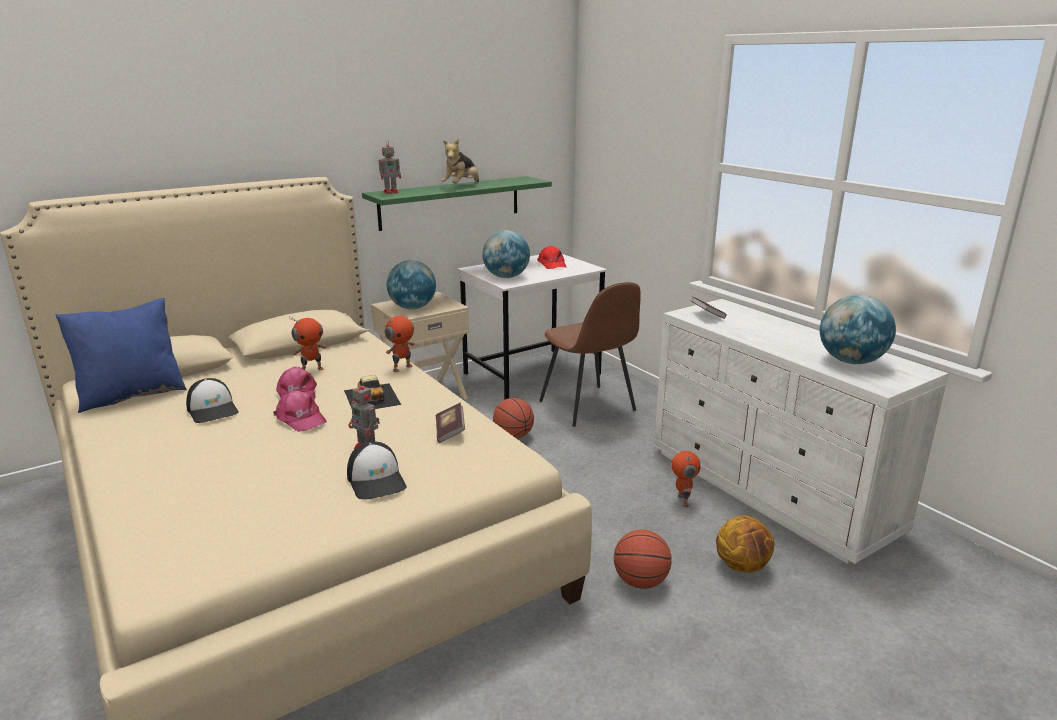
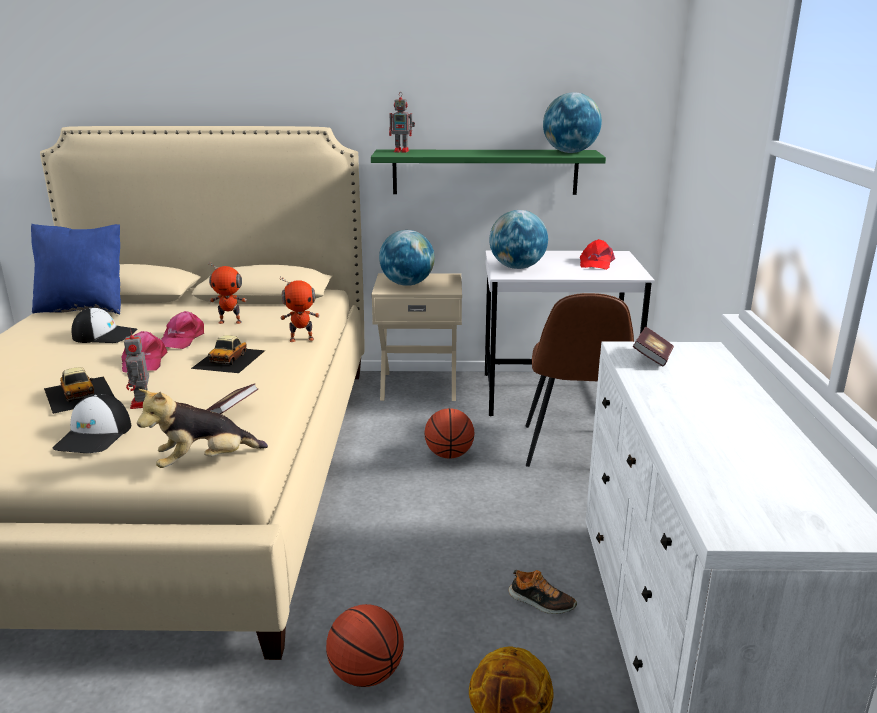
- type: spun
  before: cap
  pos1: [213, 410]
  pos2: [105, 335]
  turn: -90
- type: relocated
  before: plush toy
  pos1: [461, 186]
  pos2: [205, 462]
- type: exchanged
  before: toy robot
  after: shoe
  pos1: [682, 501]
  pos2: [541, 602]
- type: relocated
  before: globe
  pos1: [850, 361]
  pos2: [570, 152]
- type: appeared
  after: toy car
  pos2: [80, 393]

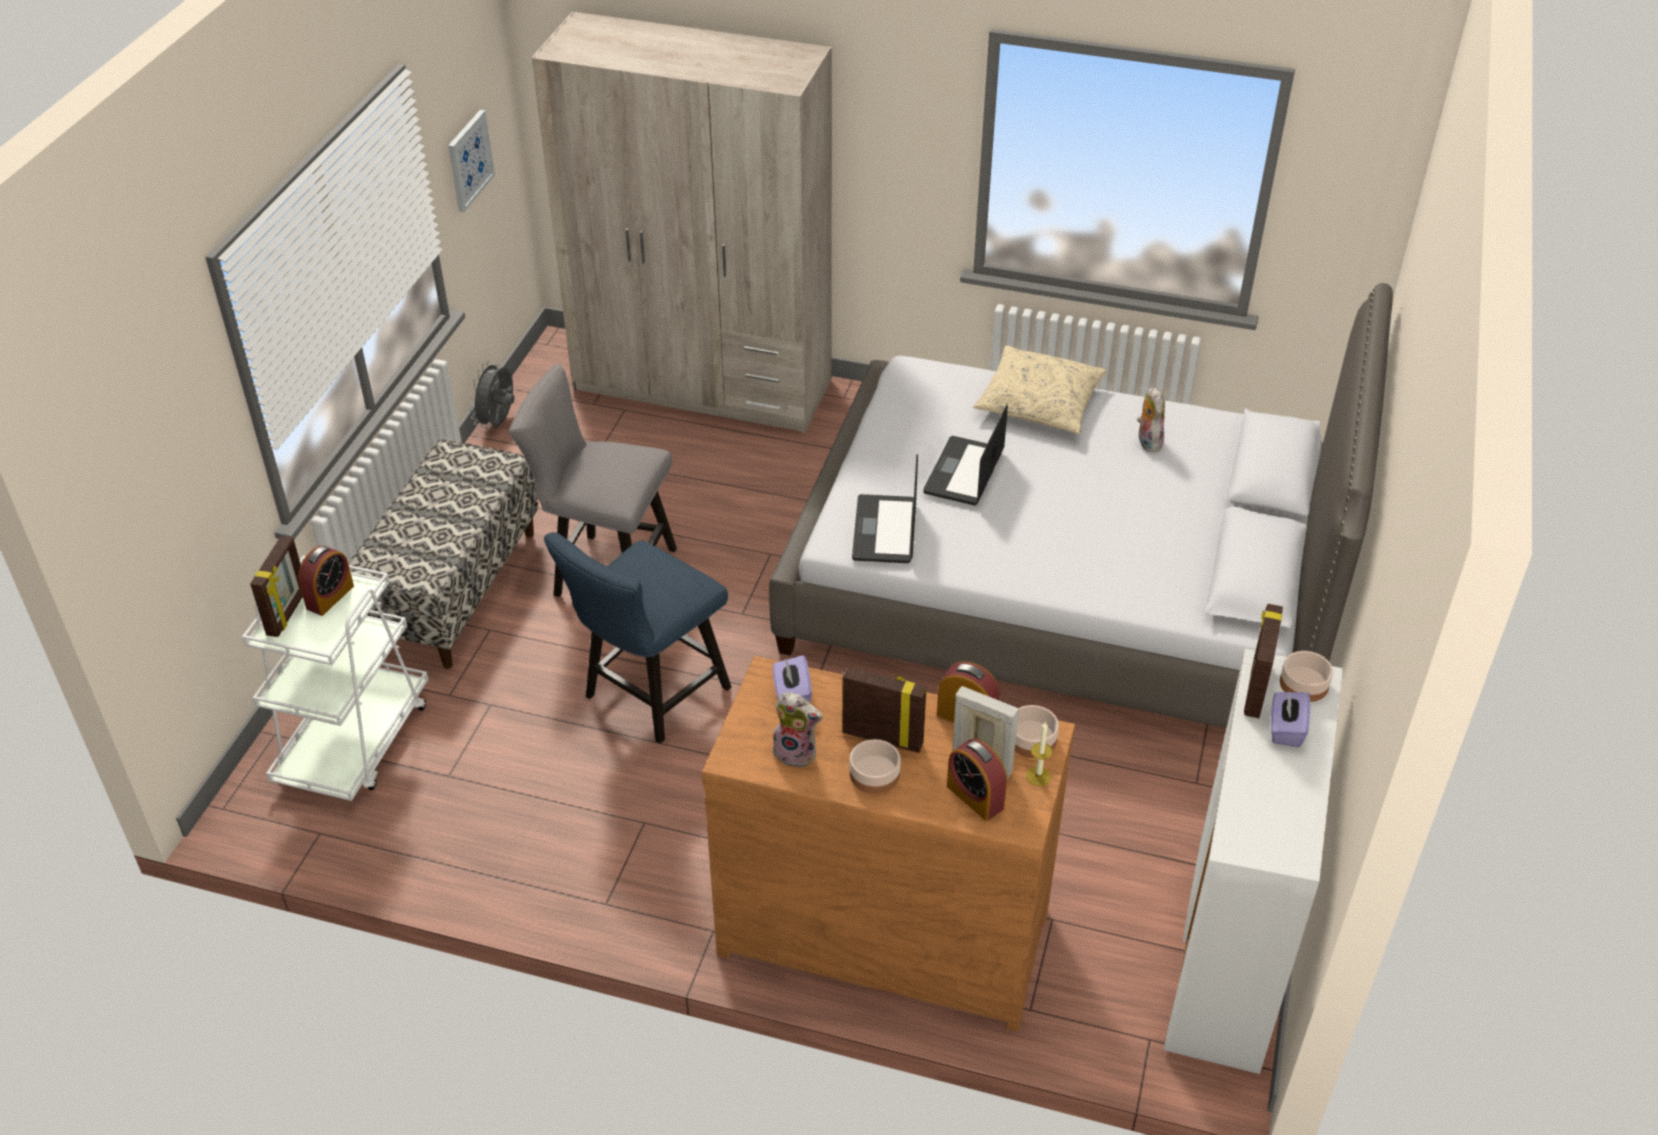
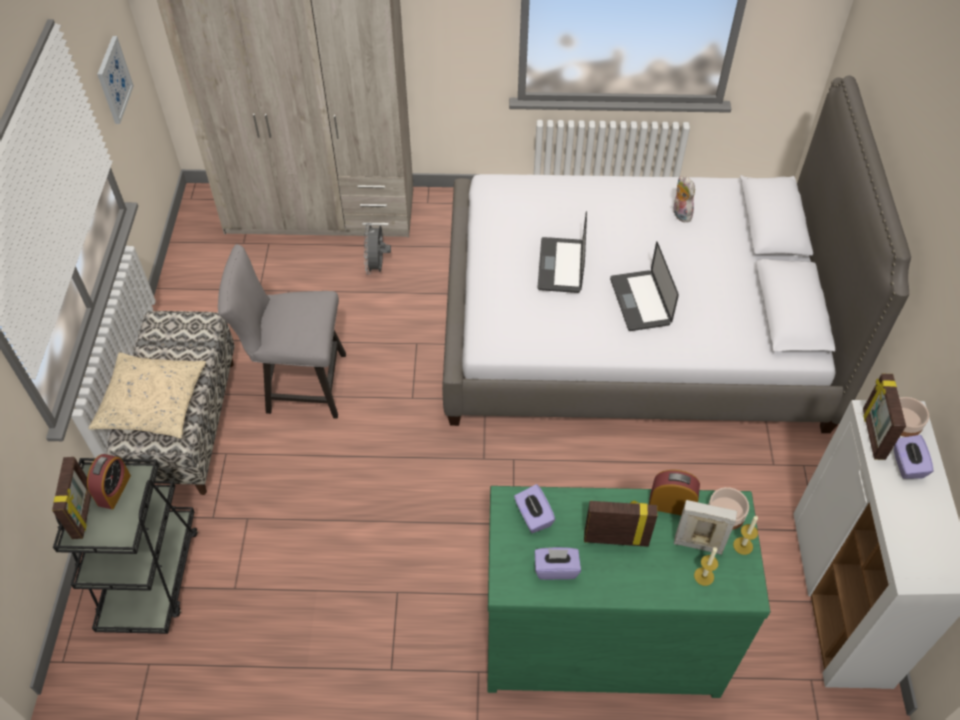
- type: colour
  before: white cart
  after: black cart
  pos1: [354, 741]
  pos2: [150, 575]
- type: relocated
  before: grey fan
  pos1: [498, 422]
  pos2: [377, 266]
- type: missing
  before: blue chair
  pos1: [649, 697]
- type: colour
  before: brown dresser
  after: green dresser
  pos1: [884, 926]
  pos2: [599, 635]
- type: exchanged
  before: plush toy
  after: purple tissue box
  pos1: [797, 752]
  pos2: [556, 569]
- type: missing
  before: bowl
  pos1: [875, 774]
- type: relocated
  before: laptop
  pos1: [884, 530]
  pos2: [640, 301]
- type: exchanged
  before: alarm clock
  after: candle
  pos1: [975, 797]
  pos2: [704, 576]
- type: relocated
  before: beige pillow
  pos1: [1039, 402]
  pos2: [152, 402]

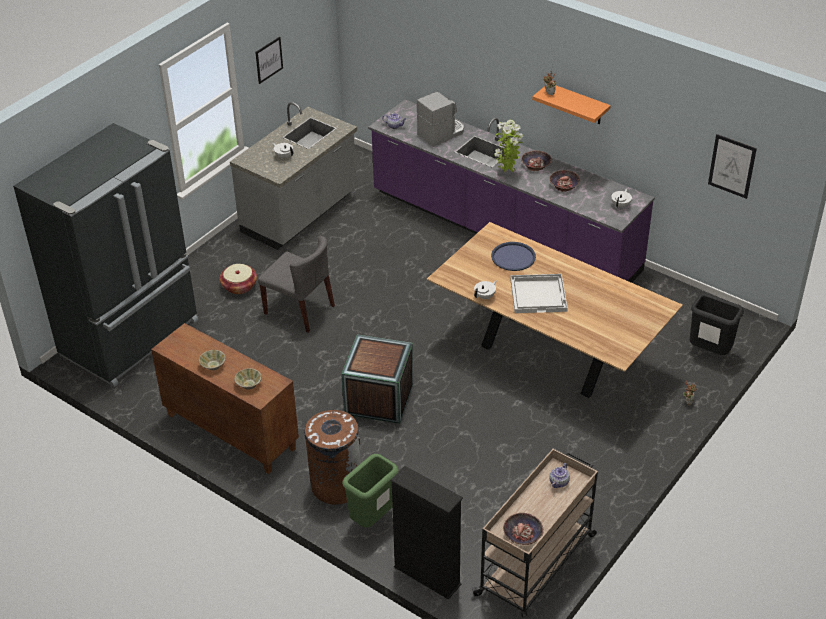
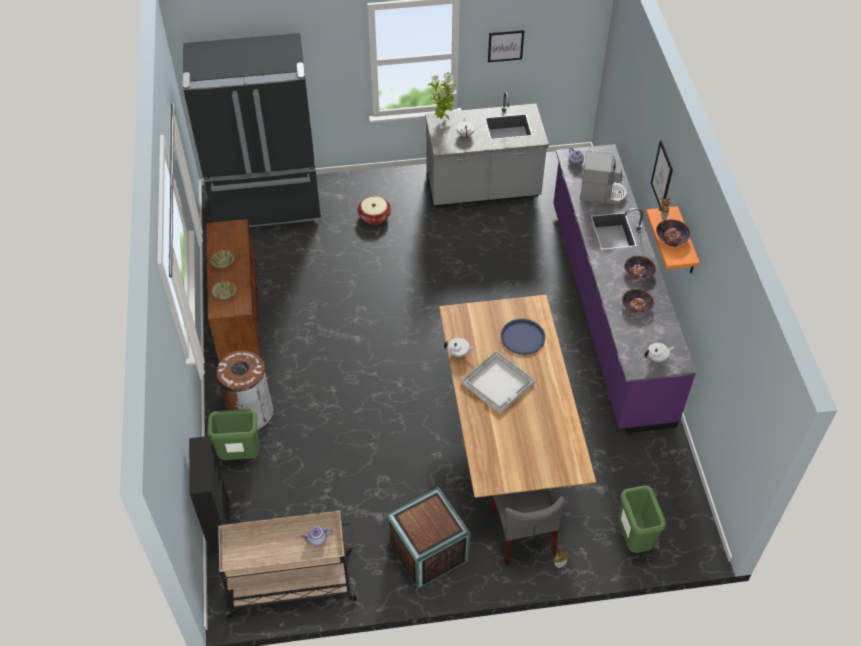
- type: relocated
  before: grey chair
  pos1: [300, 310]
  pos2: [523, 534]
- type: relocated
  before: crate
  pos1: [379, 399]
  pos2: [428, 551]
- type: relocated
  before: potted plant
  pos1: [506, 174]
  pos2: [443, 119]
- type: relocated
  before: bowl
  pos1: [523, 534]
  pos2: [672, 237]
- type: colour
  before: black trash can
  after: green trash can
  pos1: [709, 352]
  pos2: [633, 539]
- type: relocated
  before: picture
  pos1: [732, 166]
  pos2: [662, 176]

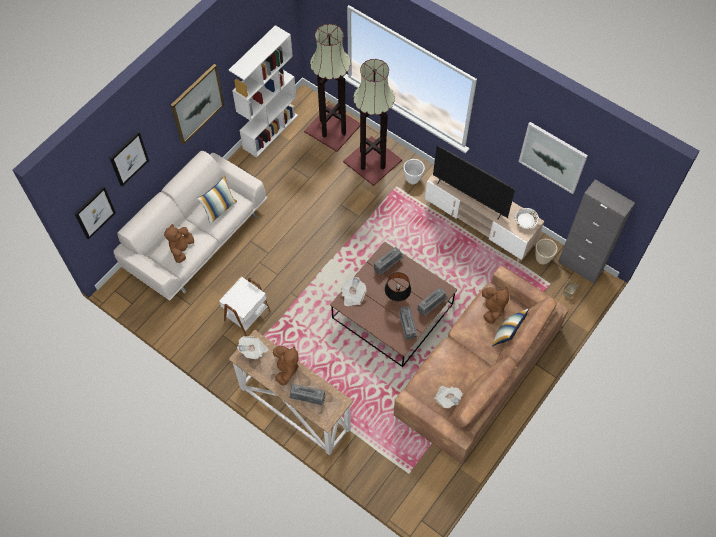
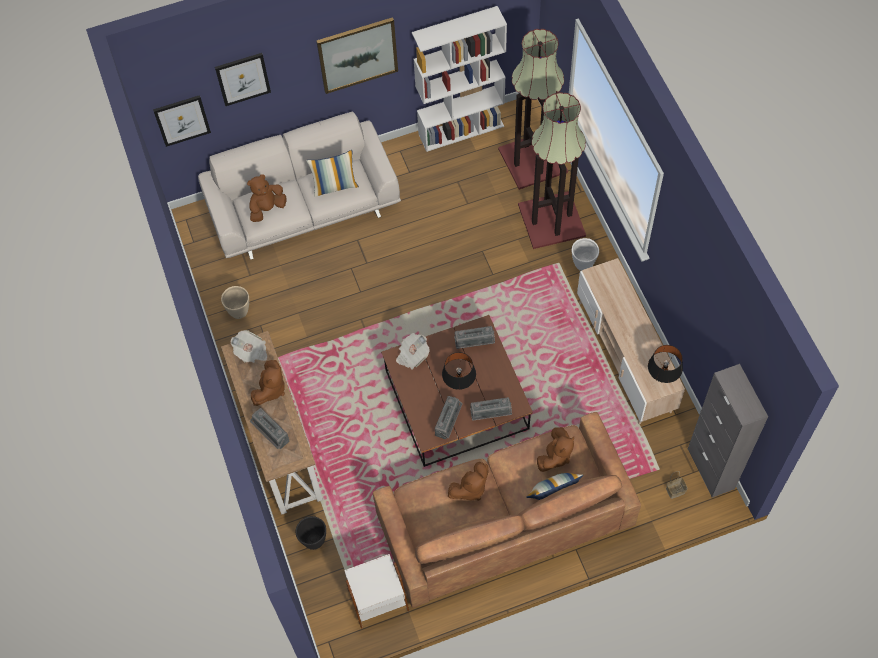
- type: relocated
  before: white side table
  pos1: [246, 315]
  pos2: [377, 599]
- type: missing
  before: television
  pos1: [470, 198]
- type: missing
  before: newspaper
  pos1: [447, 398]
- type: exchanged
  before: white bowl
  after: black table lamp
  pos1: [525, 221]
  pos2: [662, 377]
- type: missing
  before: picture
  pos1: [552, 157]
- type: relocated
  before: beige planter
  pos1: [542, 259]
  pos2: [239, 312]
- type: appeared
  after: black planter
  pos2: [314, 541]
- type: appeared
  after: brown plush toy
  pos2: [470, 489]

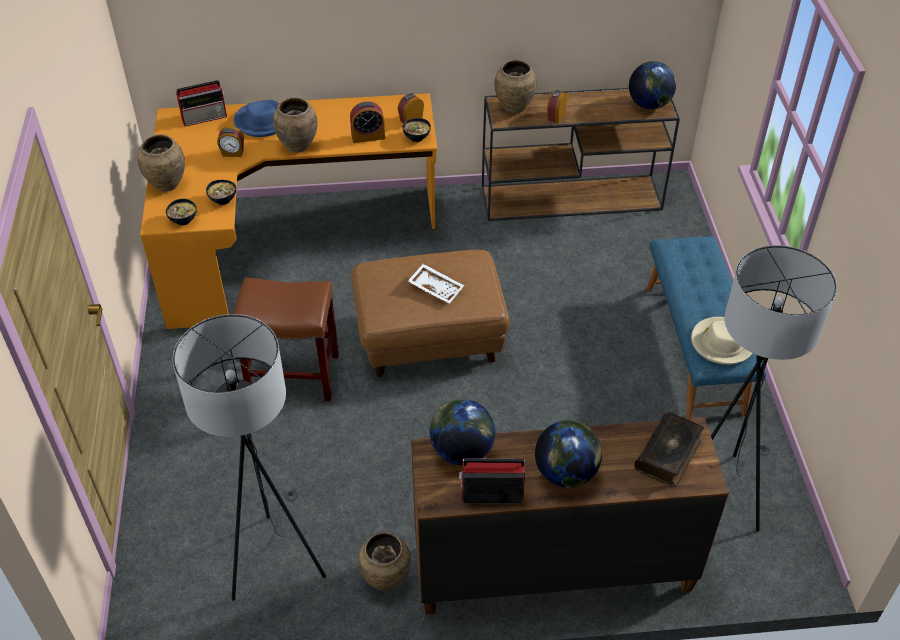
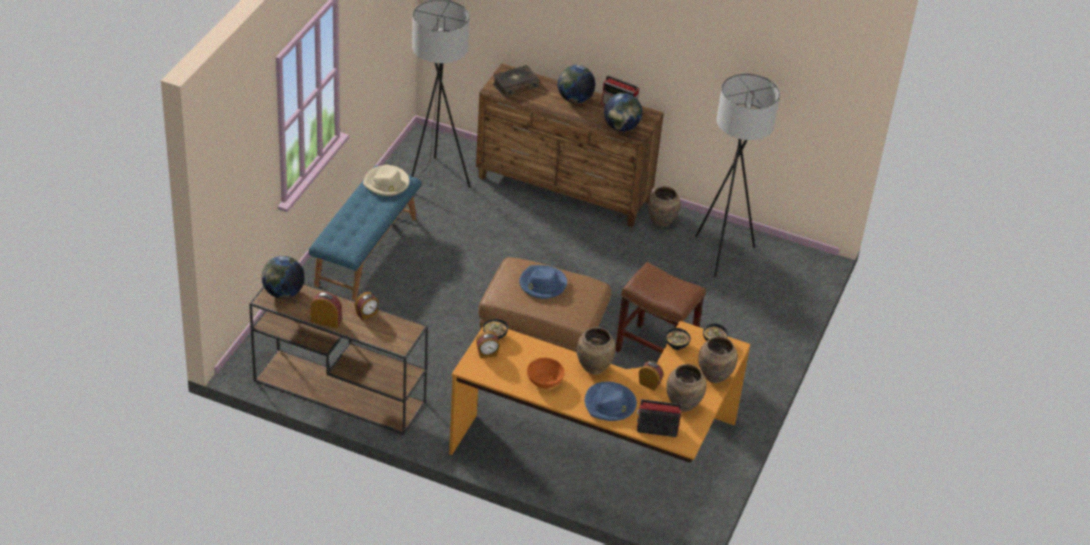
- type: relocated
  before: alarm clock
  pos1: [368, 136]
  pos2: [326, 321]
- type: exchanged
  before: white tray
  after: blue hat
  pos1: [436, 288]
  pos2: [542, 284]
- type: relocated
  before: brown vase
  pos1: [513, 107]
  pos2: [683, 405]
- type: appeared
  after: orange bowl
  pos2: [544, 381]

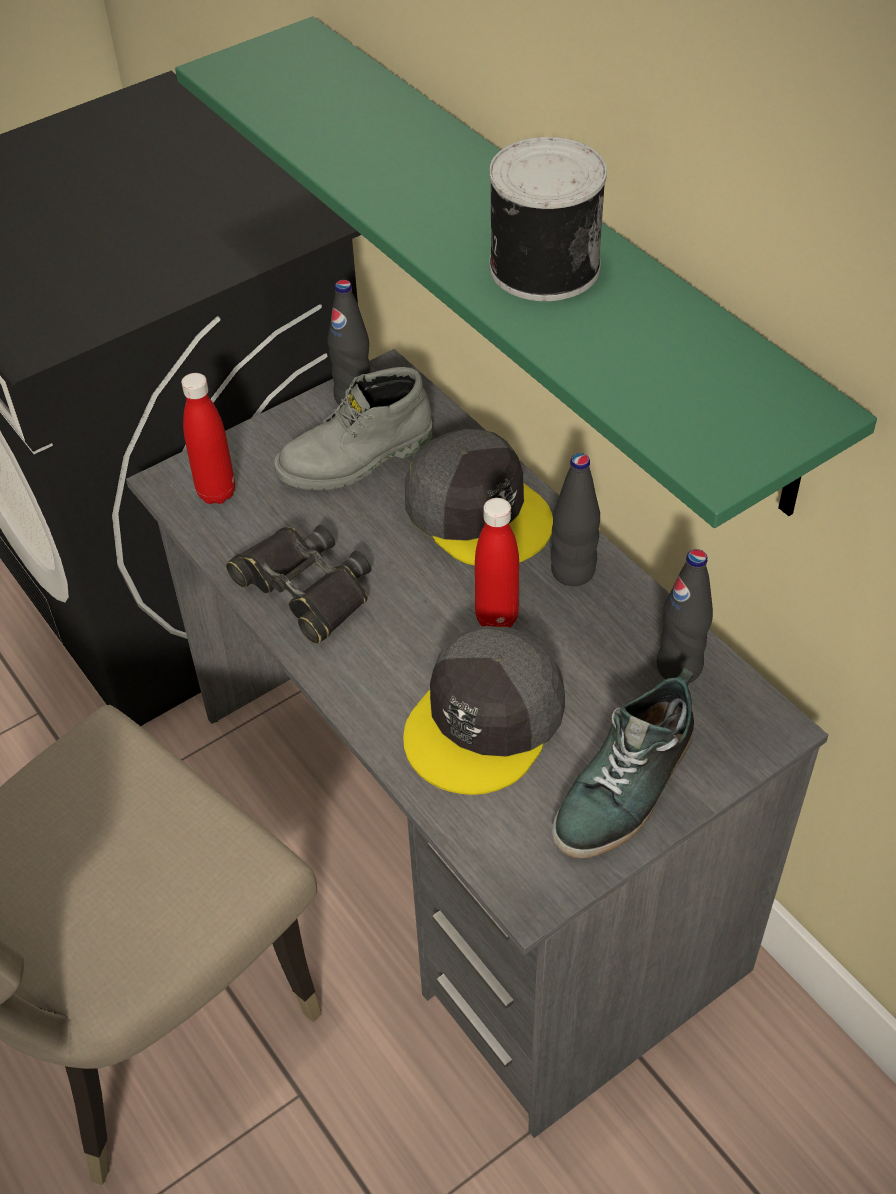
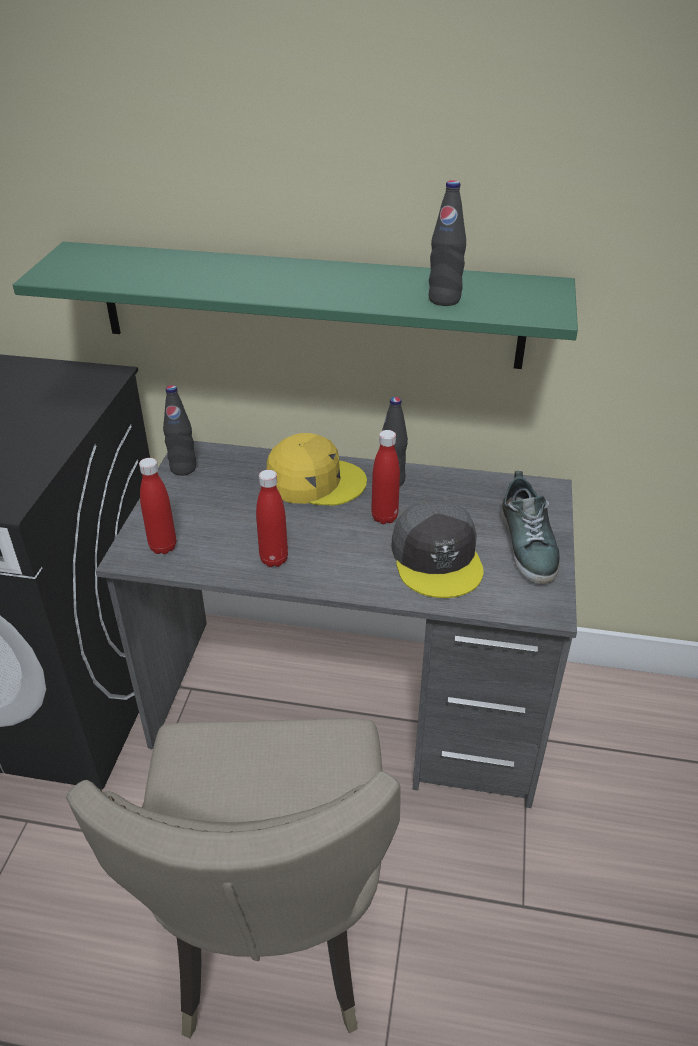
- type: exchanged
  before: black binoculars
  after: red bottle
  pos1: [305, 588]
  pos2: [274, 559]
- type: missing
  before: grey boot
  pos1: [356, 460]
- type: colour
  before: grey cap
  after: yellow cap
  pos1: [478, 510]
  pos2: [314, 481]
- type: missing
  before: can
  pos1: [541, 266]
- type: relocated
  before: black bottle
  pos1: [679, 667]
  pos2: [444, 299]

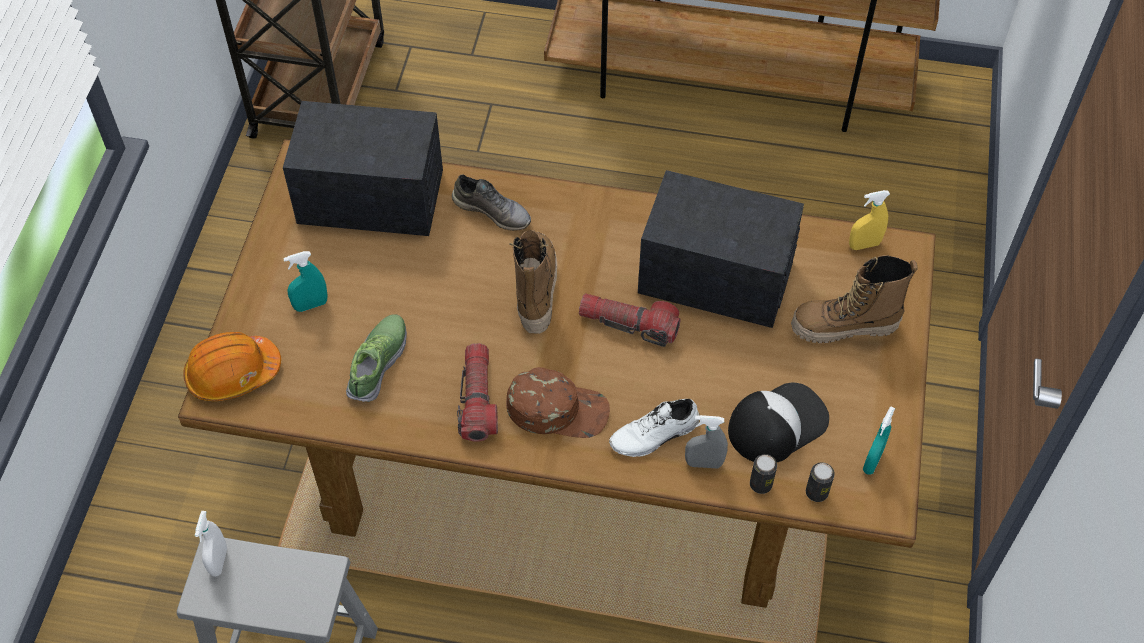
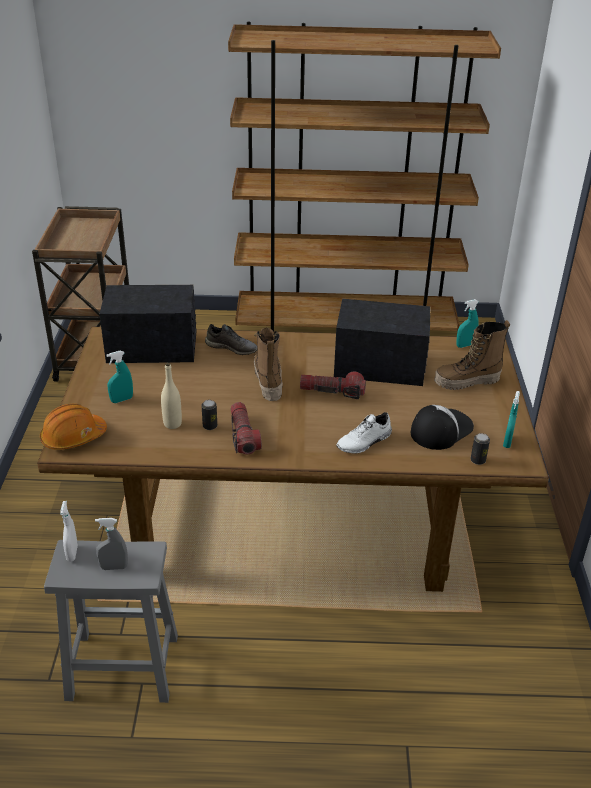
- type: exchanged
  before: shoe
  after: beige bottle
  pos1: [378, 363]
  pos2: [172, 424]
- type: missing
  before: brown cap
  pos1: [558, 409]
- type: relocated
  before: grey spray bottle
  pos1: [704, 463]
  pos2: [114, 567]
- type: relocated
  before: can
  pos1: [760, 484]
  pos2: [210, 426]
- type: colour
  before: yellow spray bottle
  after: turquoise spray bottle
  pos1: [864, 245]
  pos2: [465, 345]

